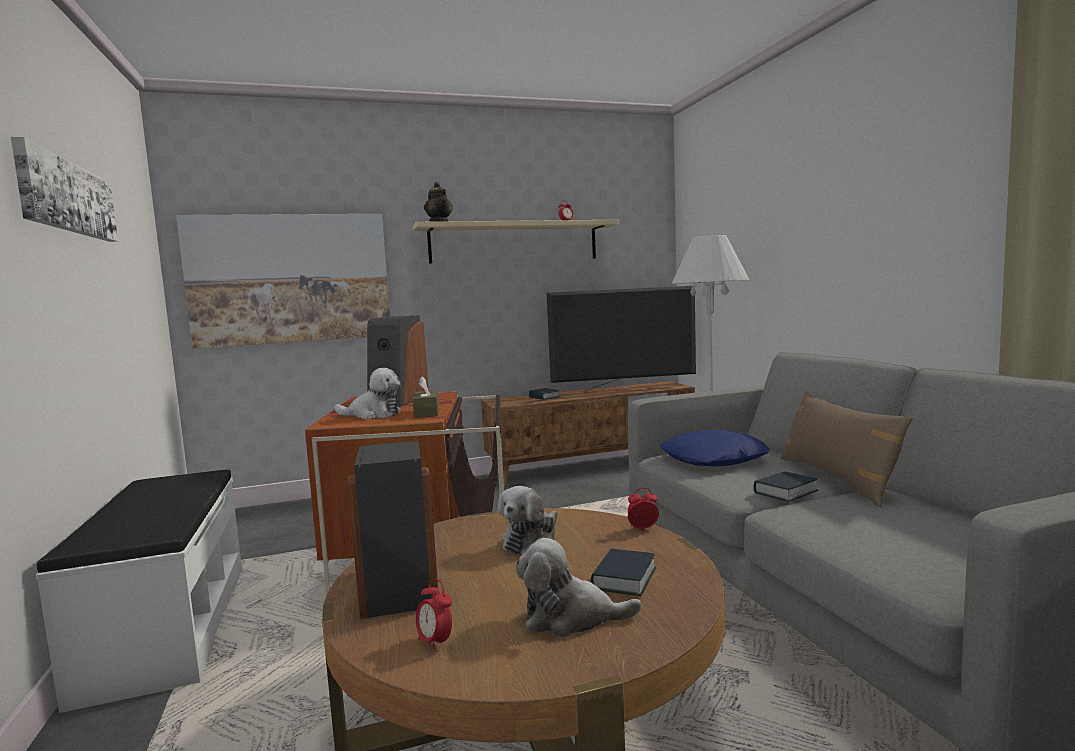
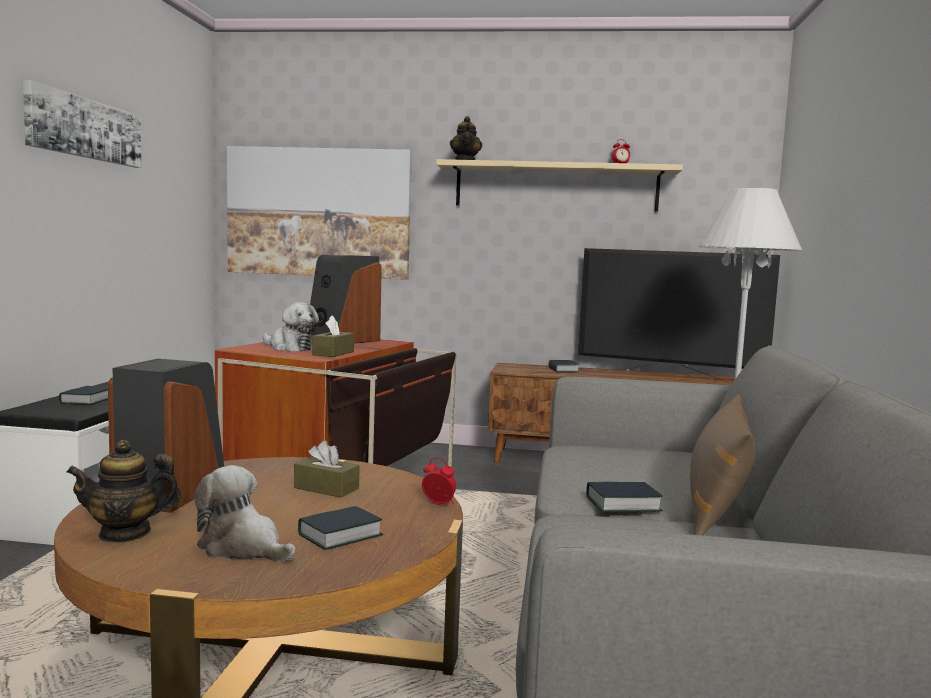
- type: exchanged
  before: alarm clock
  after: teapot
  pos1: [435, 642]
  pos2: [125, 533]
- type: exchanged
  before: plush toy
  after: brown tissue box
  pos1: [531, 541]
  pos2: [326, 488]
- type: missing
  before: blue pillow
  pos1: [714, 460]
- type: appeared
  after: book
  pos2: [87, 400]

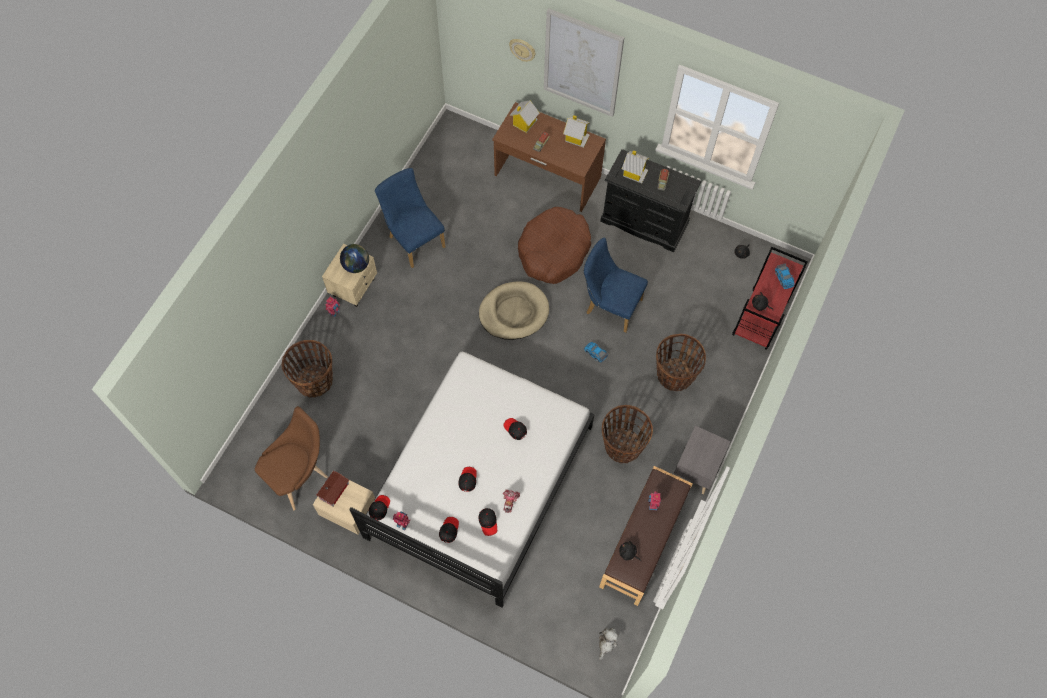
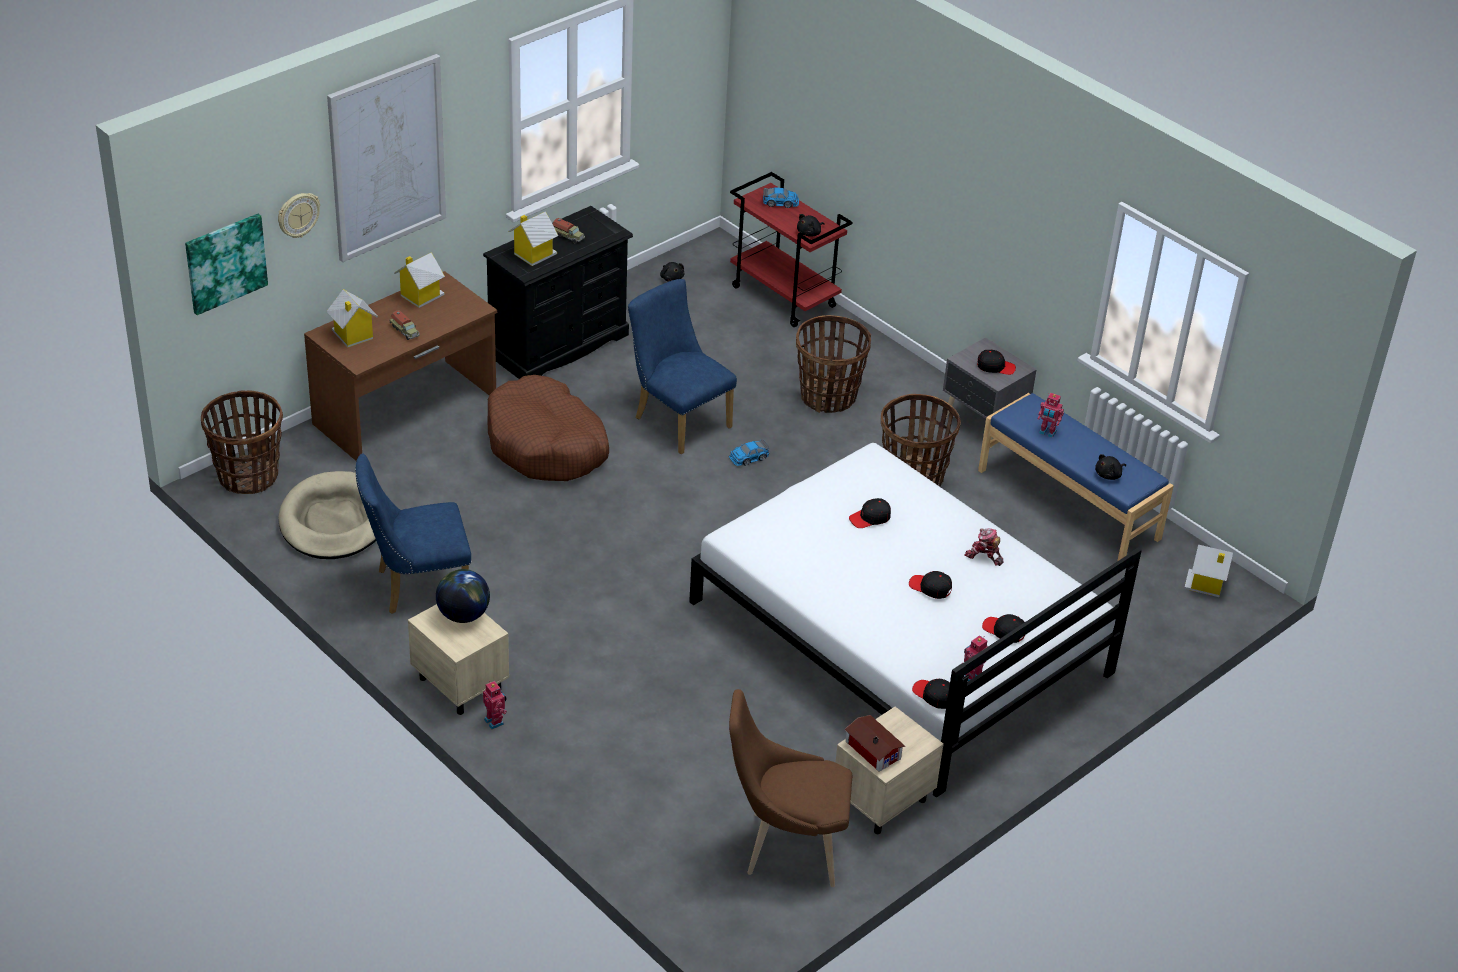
- type: spun
  before: brown chair
  pos1: [299, 475]
  pos2: [785, 847]
  turn: -60
- type: relocated
  before: basket
  pos1: [314, 381]
  pos2: [248, 476]
- type: relocated
  before: black cap
  pos1: [488, 522]
  pos2: [995, 367]
- type: relocated
  before: beige dog bed
  pos1: [514, 312]
  pos2: [334, 521]
- type: spun
  before: blue chair
  pos1: [609, 305]
  pos2: [677, 420]
  turn: 90
- type: colour
  before: brown bench
  after: blue bench
  pos1: [644, 541]
  pos2: [1069, 504]
- type: exchanged
  before: plush toy
  after: toy house
  pos1: [607, 643]
  pos2: [1205, 584]
- type: appeared
  after: picture
  pos2: [225, 262]

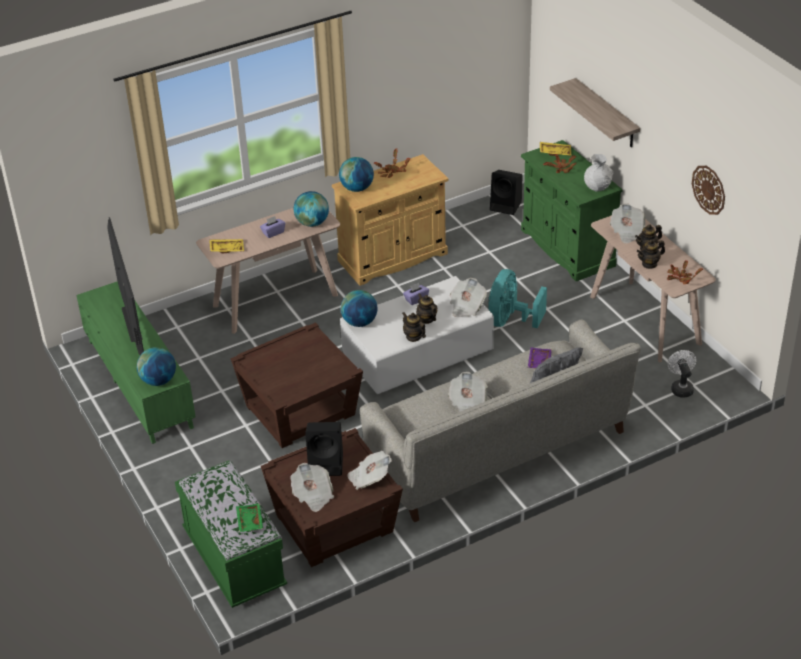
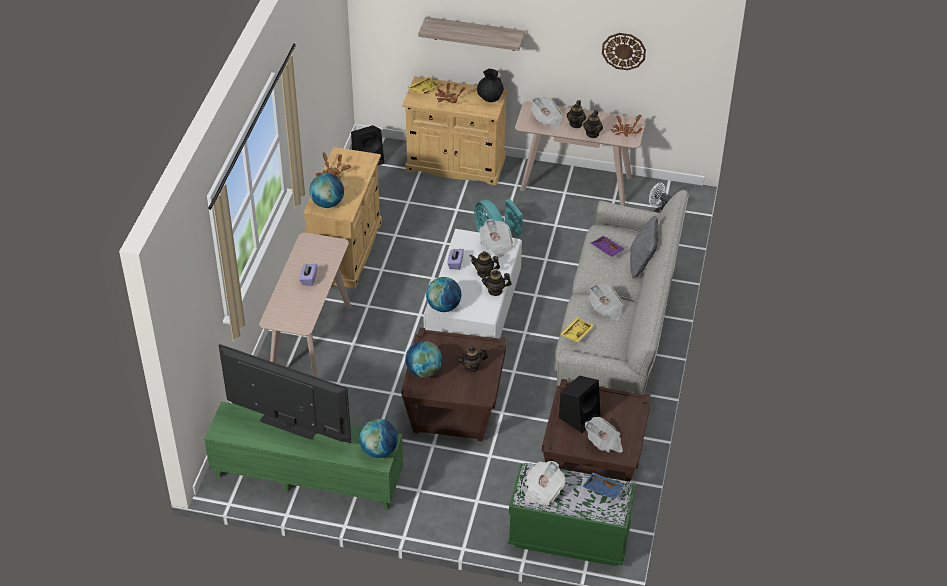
- type: relocated
  before: yellow tray
  pos1: [227, 249]
  pos2: [576, 333]
- type: colour
  before: green tray
  after: blue tray
  pos1: [249, 522]
  pos2: [603, 489]
- type: relocated
  before: globe
  pos1: [312, 223]
  pos2: [424, 371]
- type: relocated
  before: newspaper
  pos1: [369, 478]
  pos2: [542, 491]
- type: colour
  before: green cabinet
  after: beige cabinet
  pos1: [567, 248]
  pos2: [455, 164]
- type: colour
  before: white vase
  after: black vase
  pos1: [597, 186]
  pos2: [490, 97]
- type: appeared
  after: teapot
  pos2: [472, 367]

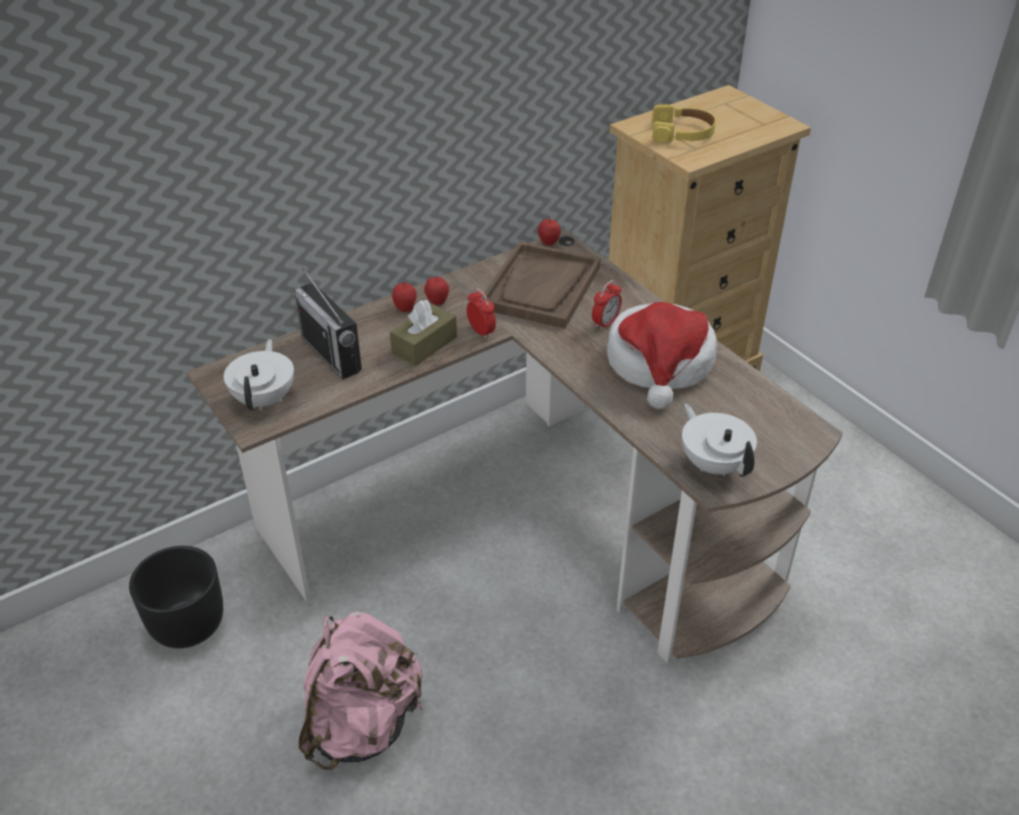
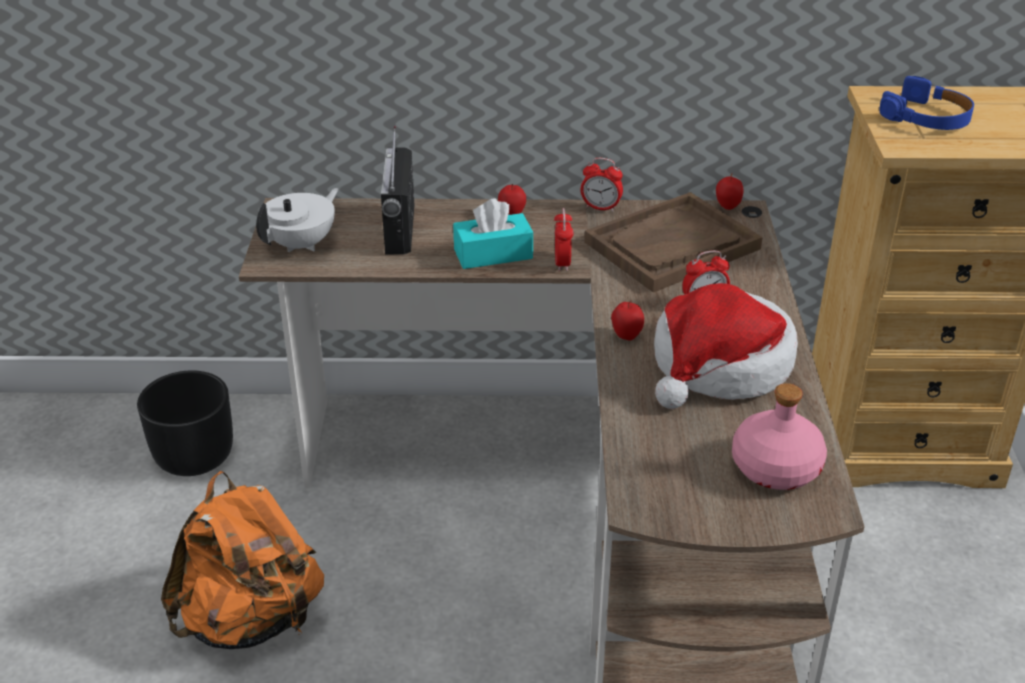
- type: colour
  before: pink backpack
  after: orange backpack
  pos1: [362, 724]
  pos2: [251, 620]
- type: colour
  before: brown tissue box
  after: turquoise tissue box
  pos1: [424, 345]
  pos2: [493, 254]
- type: relocated
  before: apple
  pos1: [437, 302]
  pos2: [626, 336]
- type: colour
  before: yellow headphones
  after: blue headphones
  pos1: [682, 133]
  pos2: [927, 117]
- type: missing
  before: white teapot
  pos1: [714, 464]
- type: appeared
  after: alarm clock
  pos2: [601, 208]
- type: appeared
  after: pink bottle
  pos2: [774, 467]

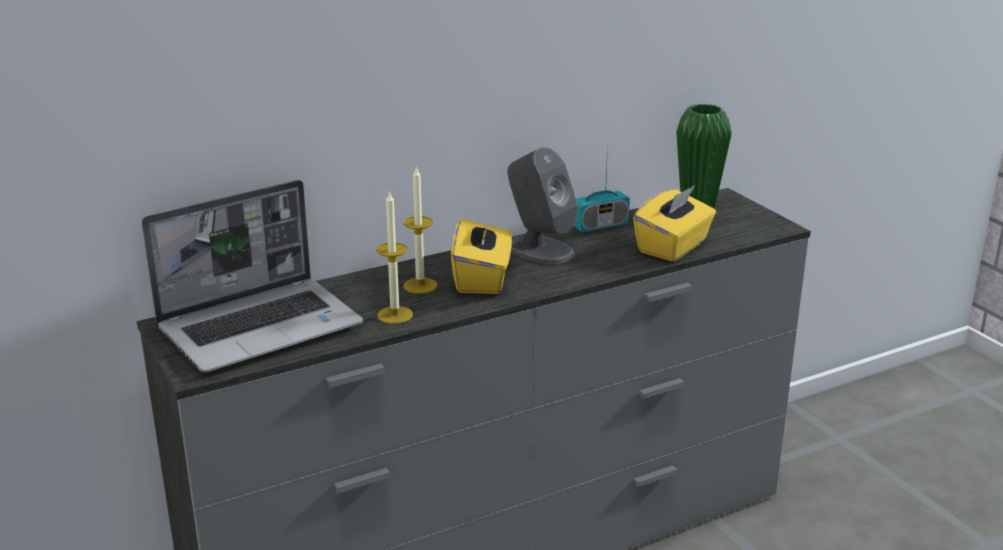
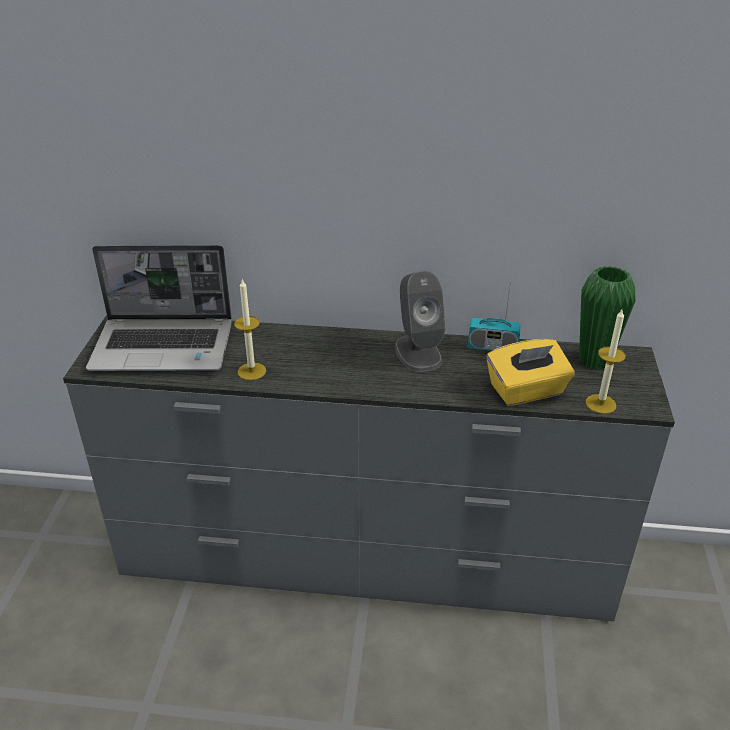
- type: relocated
  before: candle
  pos1: [420, 285]
  pos2: [600, 404]
- type: missing
  before: yellow tissue box
  pos1: [482, 279]

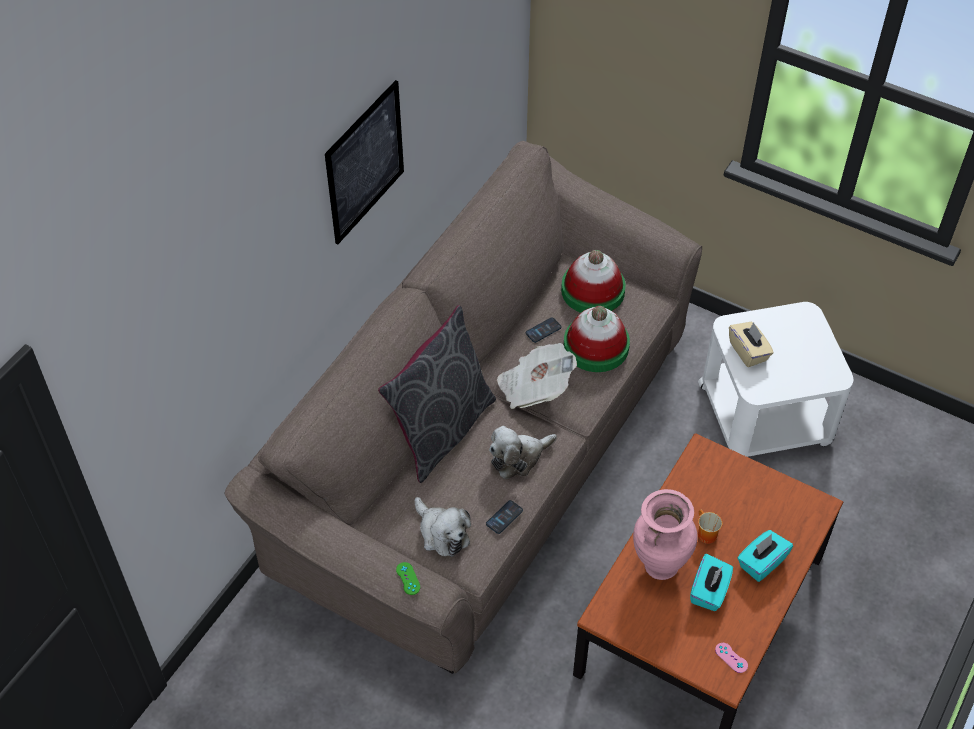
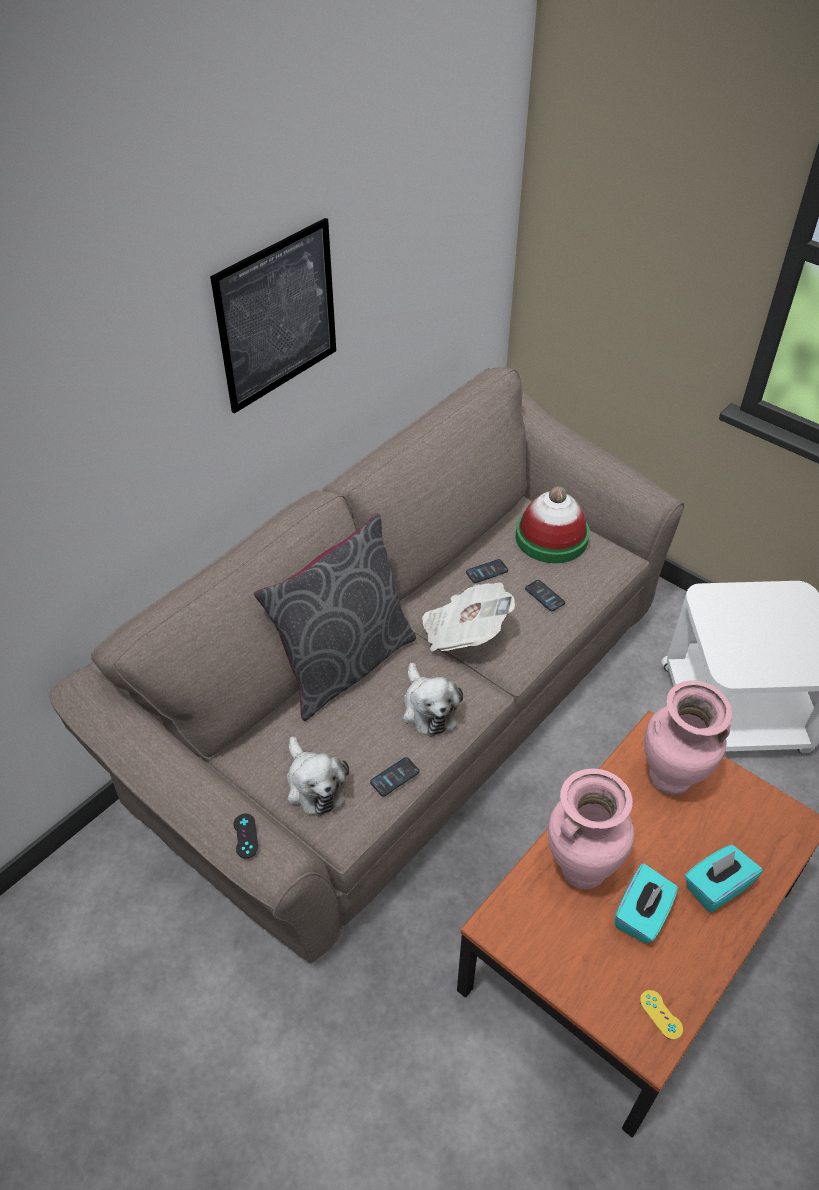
- type: colour
  before: green game controller
  after: black game controller
  pos1: [408, 578]
  pos2: [245, 836]
- type: spun
  before: plush toy
  pos1: [518, 458]
  pos2: [428, 708]
  turn: -90
- type: exchanged
  before: hat
  after: phone
  pos1: [596, 346]
  pos2: [544, 596]
- type: missing
  before: mug
  pos1: [704, 534]
- type: colour
  before: pink game controller
  after: yellow game controller
  pos1: [731, 658]
  pos2: [661, 1014]
- type: missing
  before: beige tissue box
  pos1: [748, 352]
- type: appeared
  after: pink vase
  pos2: [670, 780]

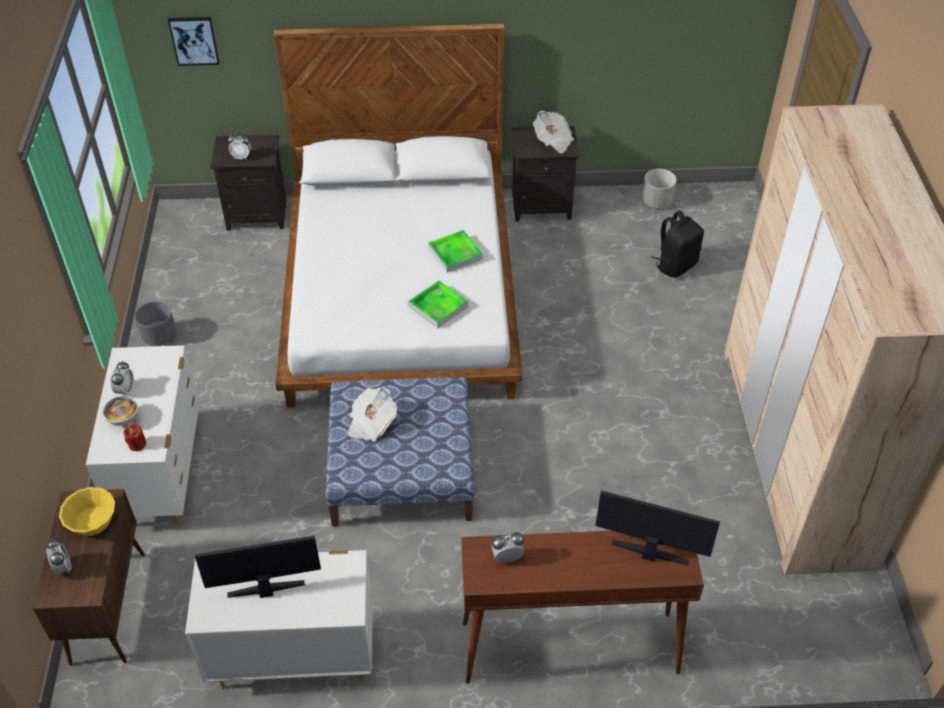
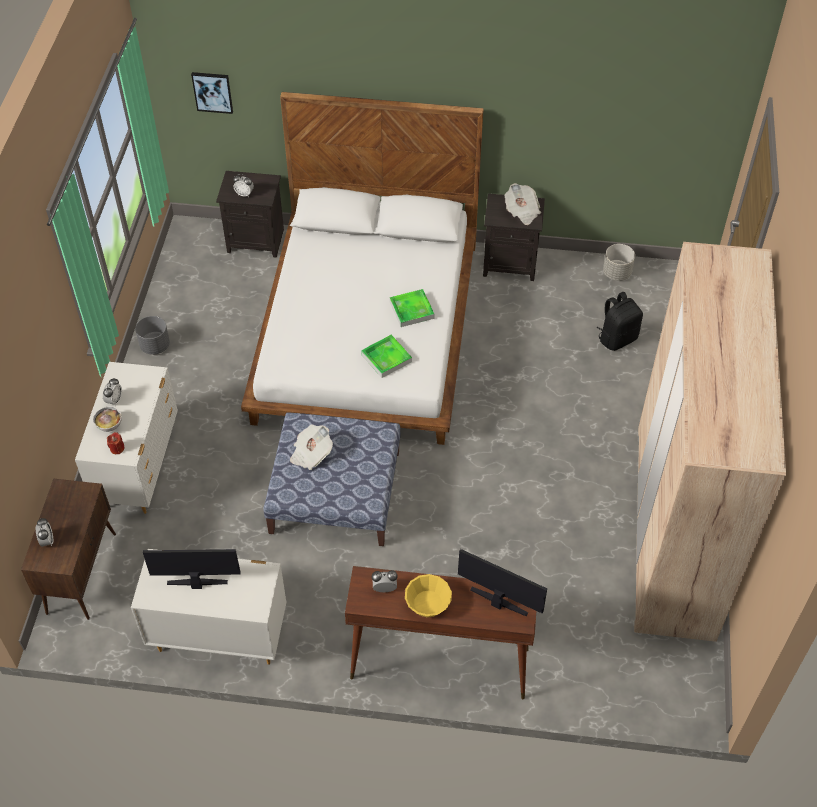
- type: relocated
  before: yellow bowl
  pos1: [92, 520]
  pos2: [428, 603]

